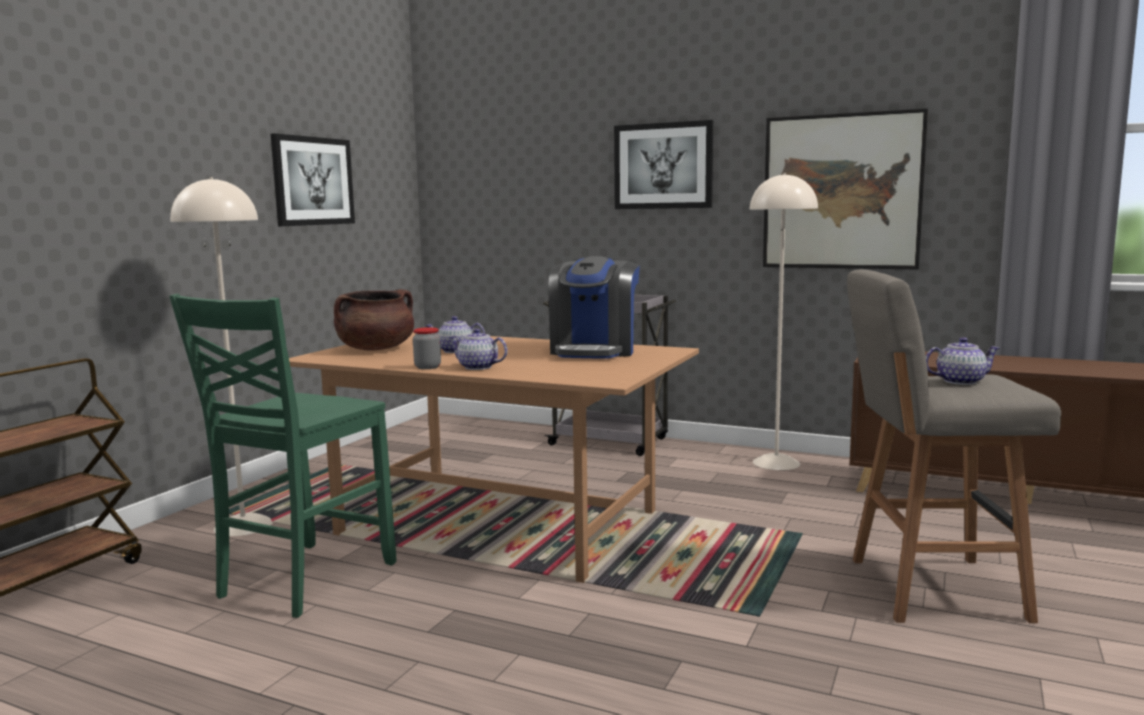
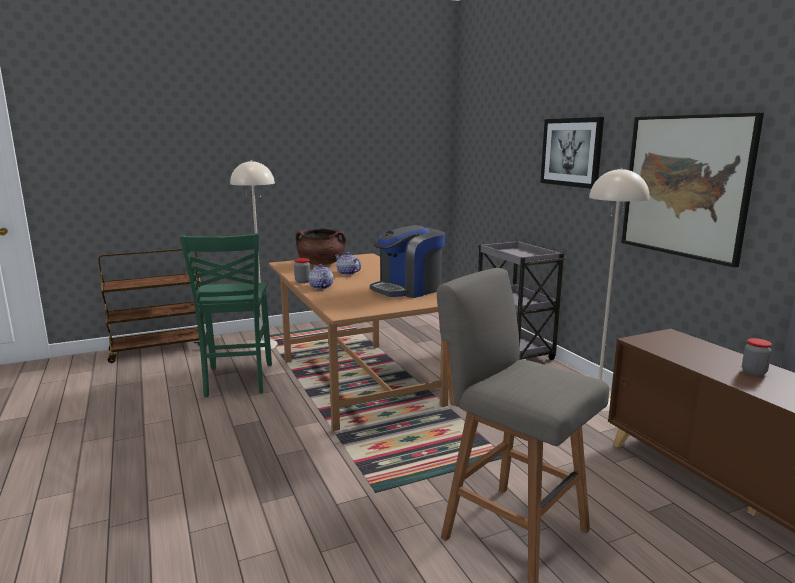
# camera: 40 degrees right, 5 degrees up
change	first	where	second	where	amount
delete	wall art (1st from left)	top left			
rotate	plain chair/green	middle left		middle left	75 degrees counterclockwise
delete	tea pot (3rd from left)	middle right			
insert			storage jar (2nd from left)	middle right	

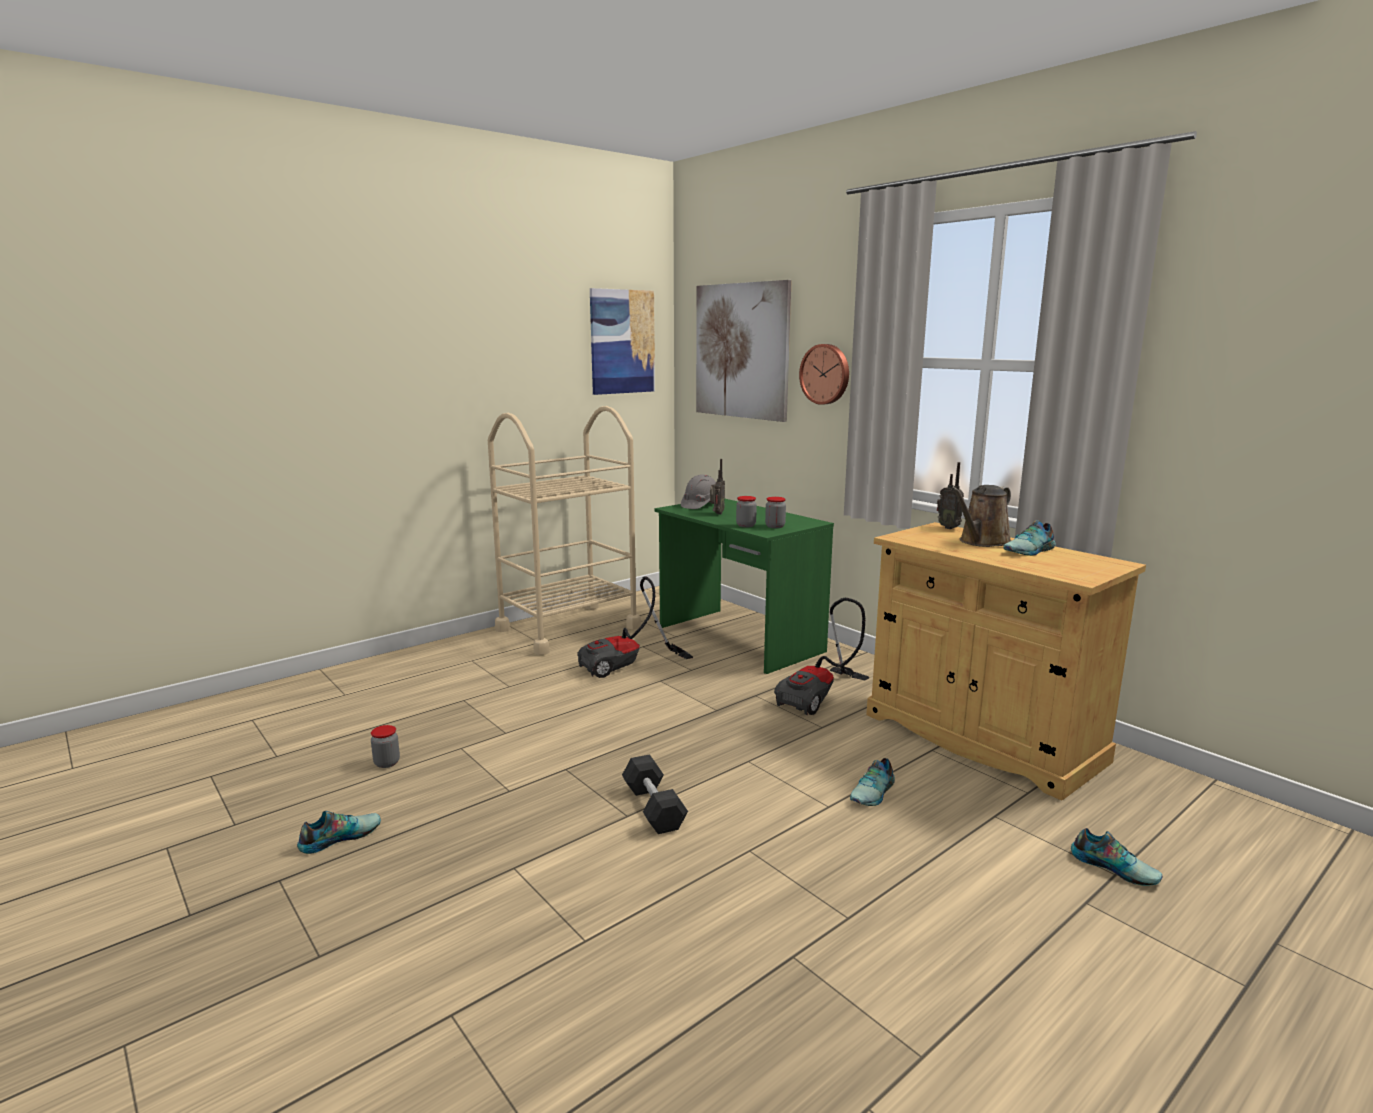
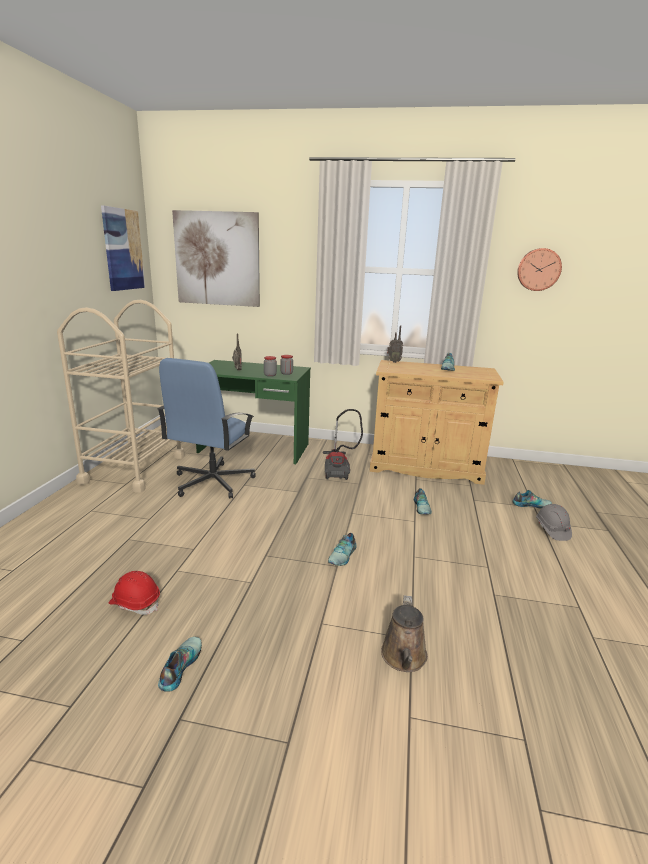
# camera: 40 degrees left, 5 degrees up
change	first	where	second	where	amount
move	hanging clock	centre		top right	
move	work helmet/greyish	centre		middle right	
move	sprinkling can/brownish	middle right		bottom centre	
replace	vacuum cleaner (1st from left)	centre	office chair/blue	middle left	
replace	storage jar (1st from left)	bottom left	work helmet/reddish	bottom left	
replace	hand weight/black	bottom centre	item of footwear (2nd from left)	centre	

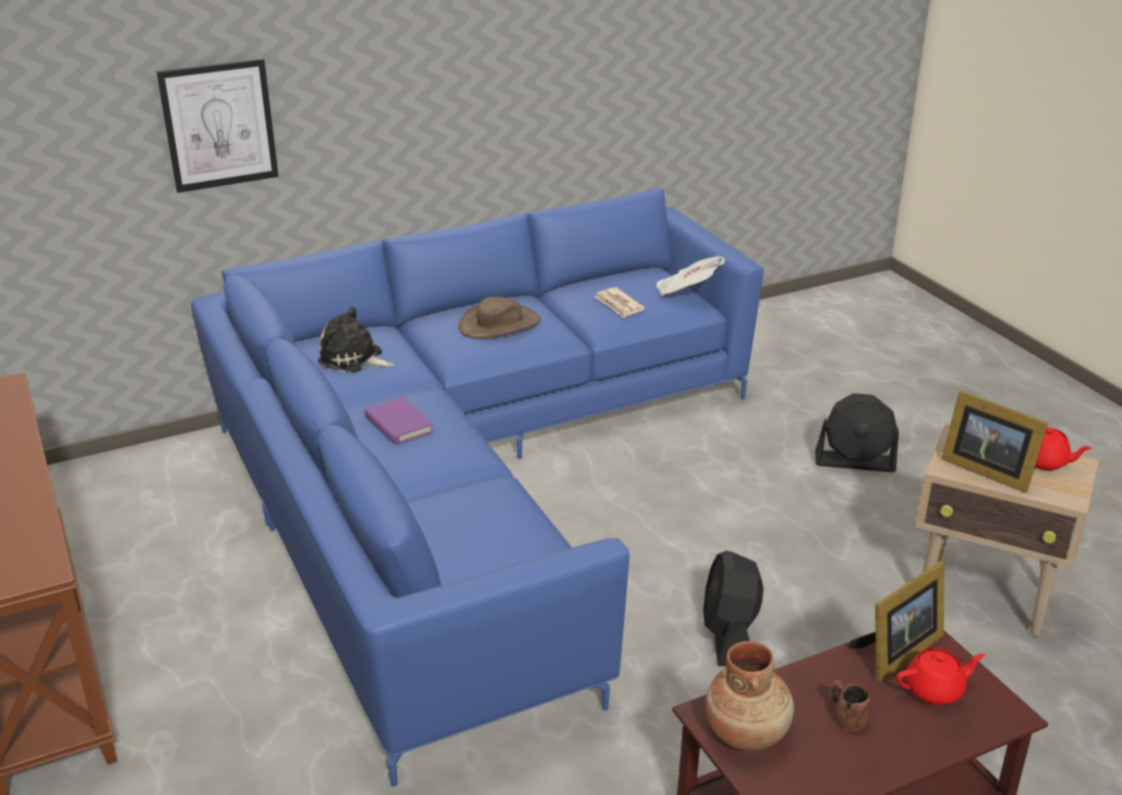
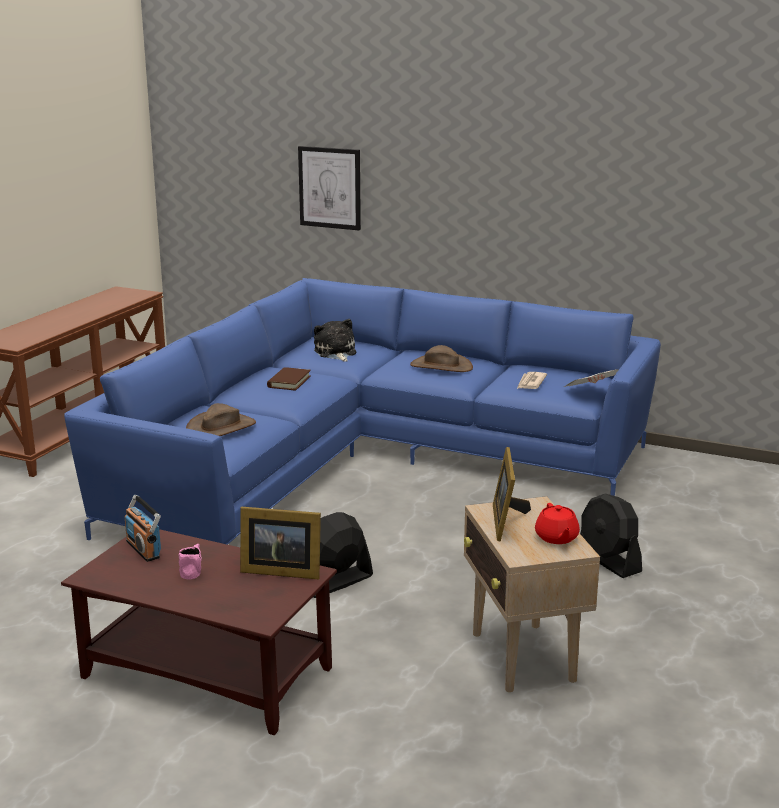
# camera: 50 degrees right, 10 degrees down
change	first	where	second	where	amount
recolor	book/purple-coloured	centre	book/brownish	centre	
replace	vase/brownish	bottom right	radio	middle left	
delete	tea pot/reddish (1st from left)	bottom right			
recolor	tea mug/brownish	bottom right	tea mug/pink	bottom left	
insert			wearable hat/brownish (1st from left)	middle left	

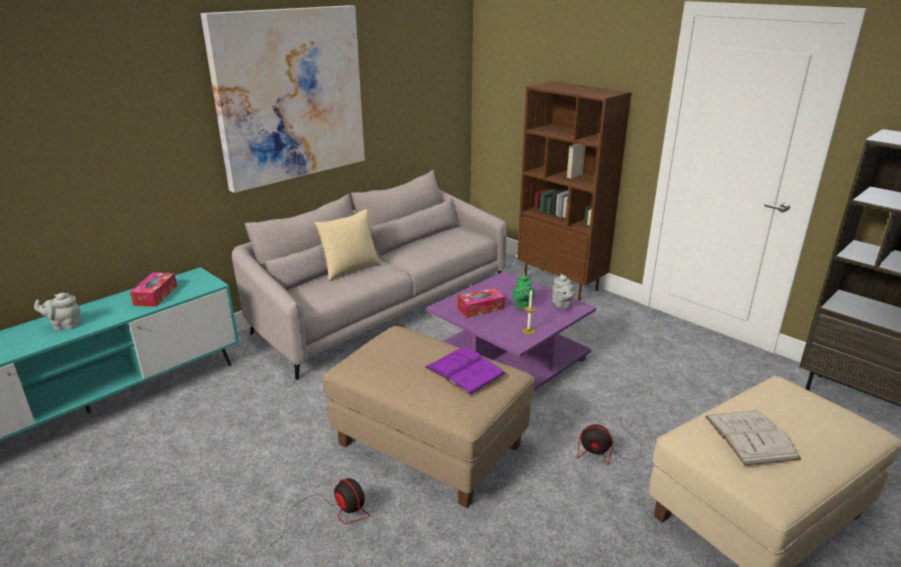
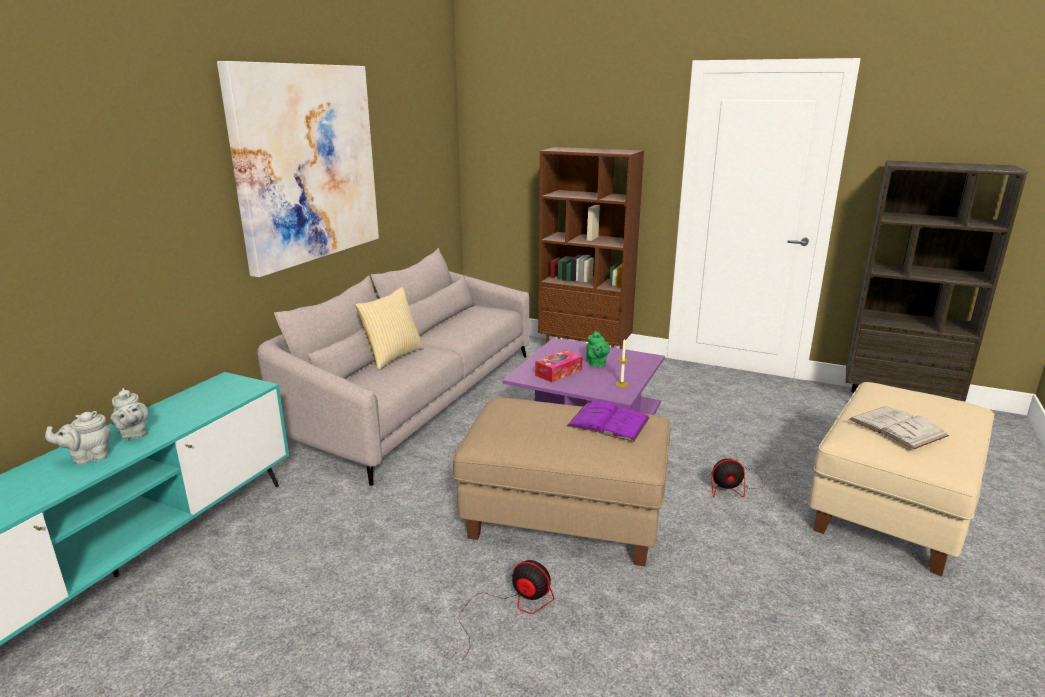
# camera: 20 degrees left, 5 degrees down
change	first	where	second	where	amount
delete	box of tissues (1st from left)	middle left			
move	tea pot/greyish (2nd from left)	centre		middle left	

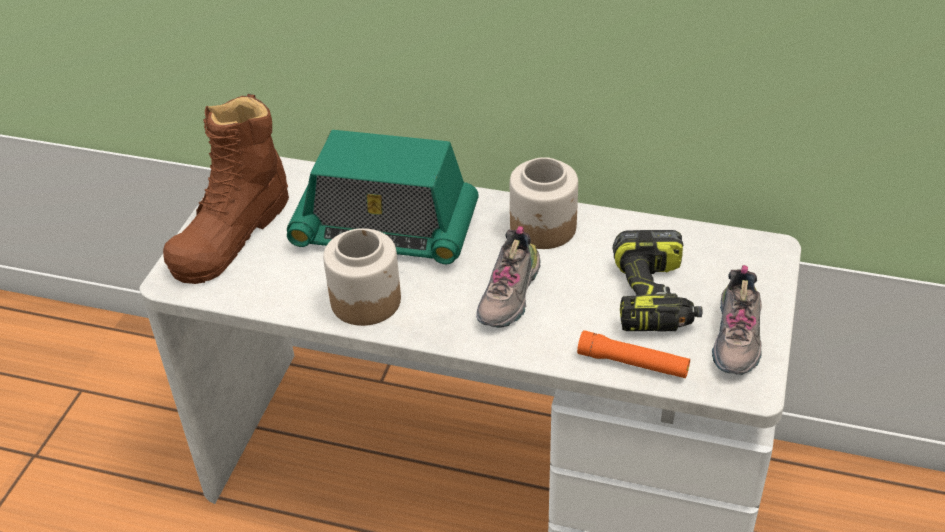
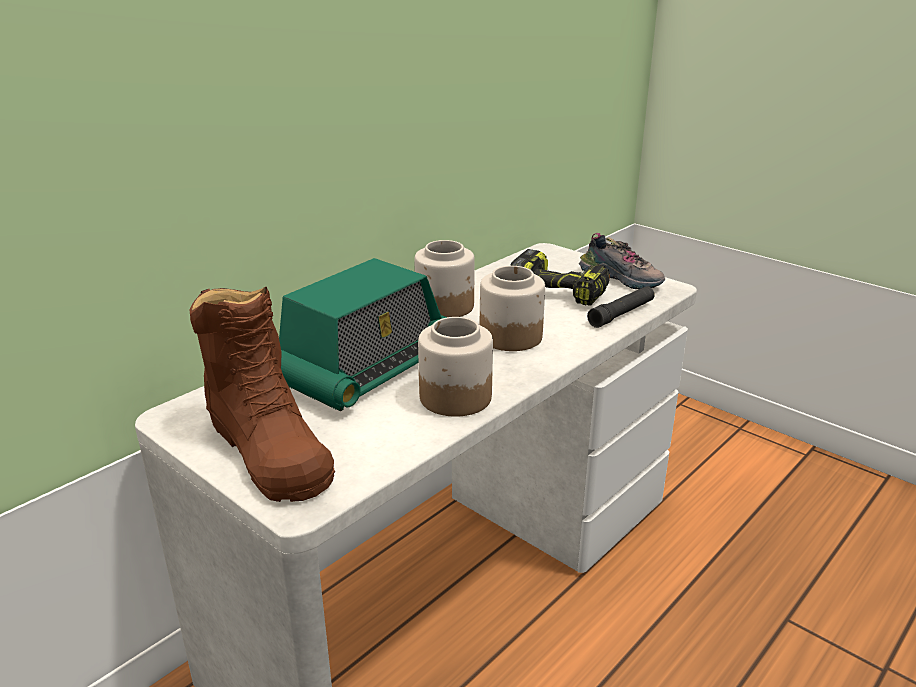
# camera: 65 degrees left, 15 degrees down
change	first	where	second	where	amount
replace	item of footwear (1st from left)	centre	storage jar (3rd from left)	centre	
recolor	hand torch/orange	middle right	hand torch/black	middle right	

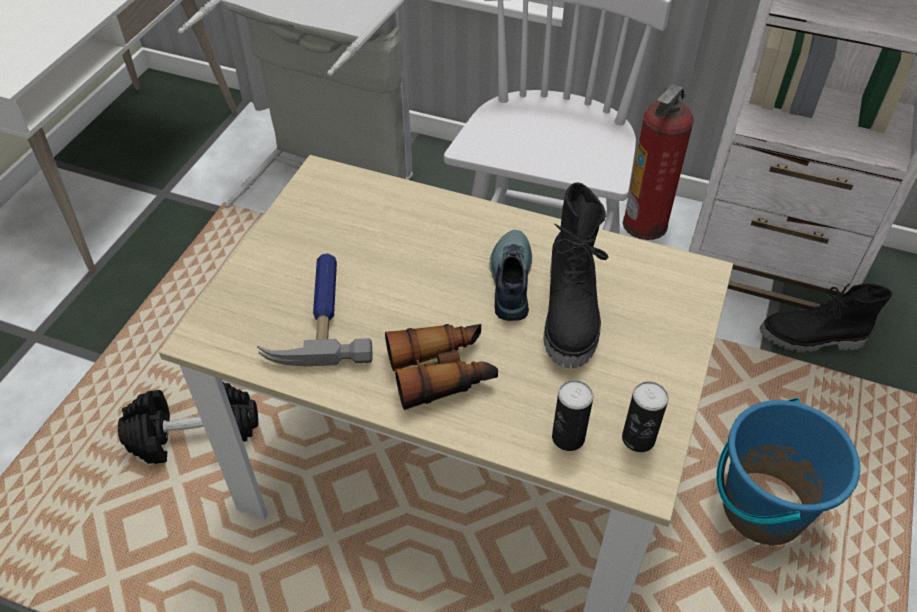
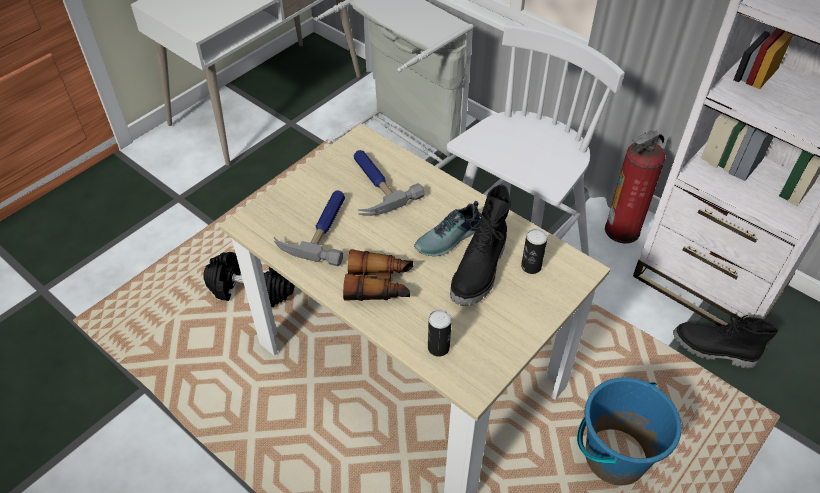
# camera: 20 degrees right, 0 degrees up
change	first	where	second	where	amount
rotate	item of footwear	centre		centre	150 degrees counterclockwise
move	can (2nd from left)	bottom right		centre	
insert			tool hammer (2nd from left)	centre	

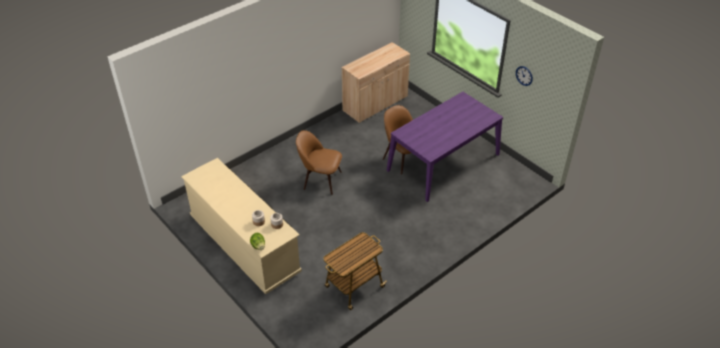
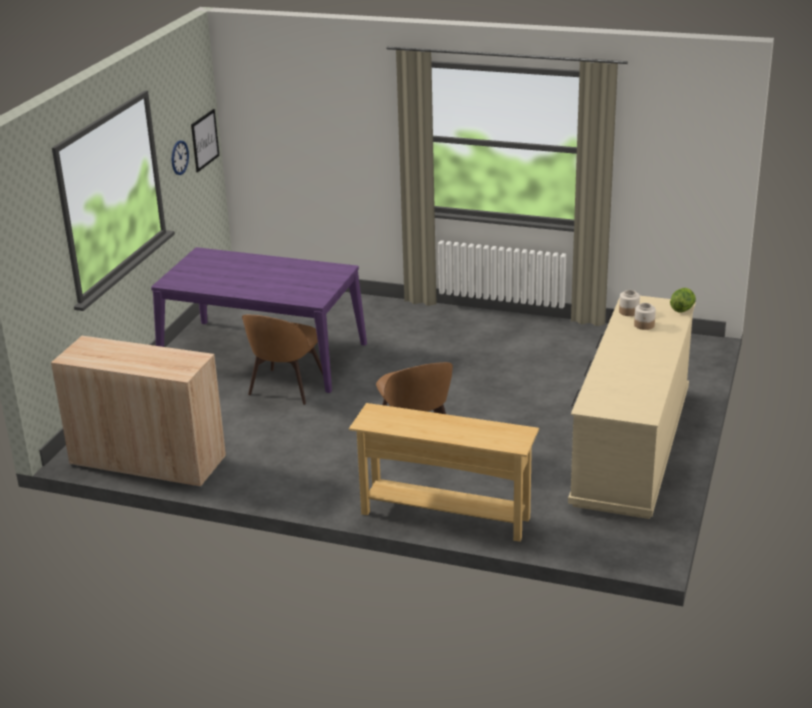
# camera: 120 degrees left, 15 degrees down
change	first	where	second	where	amount
delete	trolley	bottom centre			
insert			wall art	top left	
insert			narrow table/beige	bottom centre	

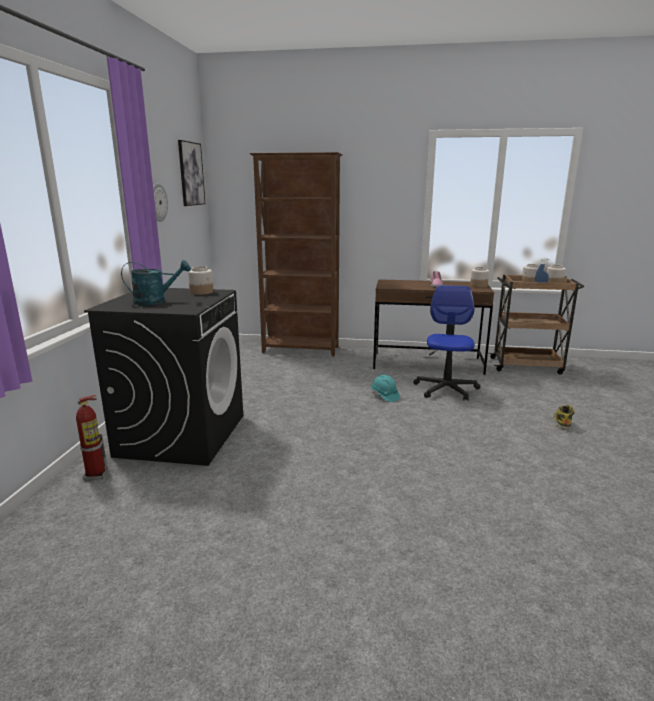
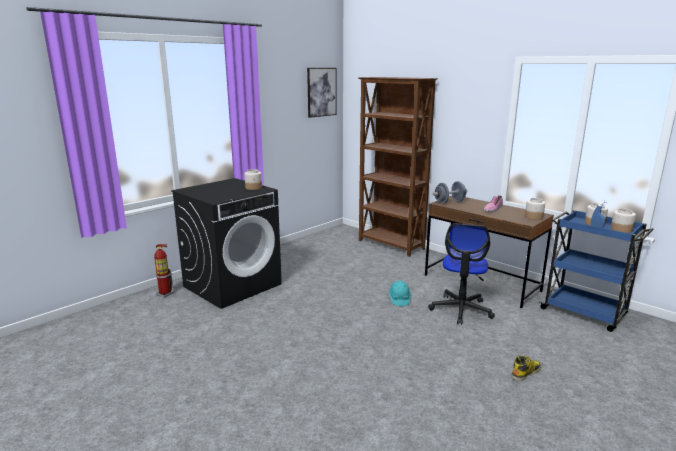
# camera: 35 degrees right, 0 degrees up
change	first	where	second	where	amount
delete	hanging clock	top left			
delete	sprinkling can/turquoise-coloured	middle left			
recolor	trolley/brownish	middle right	trolley/blue	middle right	
rotate	office chair	middle right		middle right	150 degrees clockwise
insert			hand weight/greyish	centre	

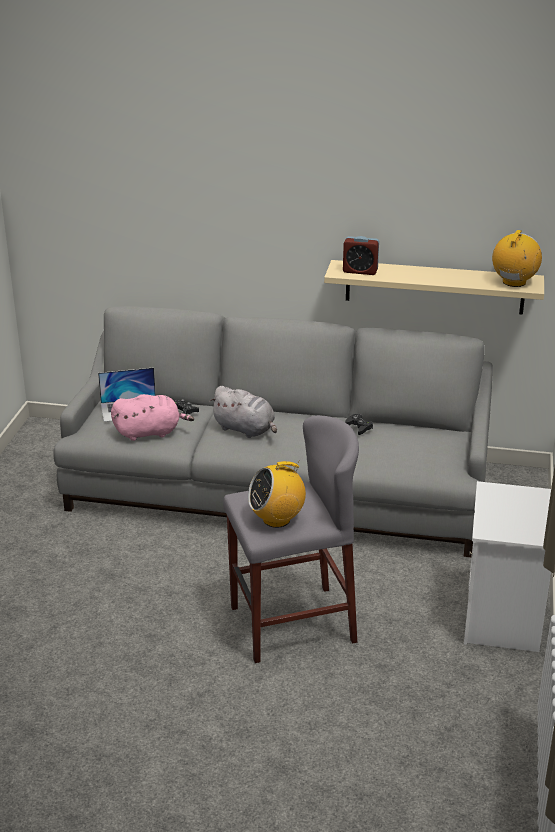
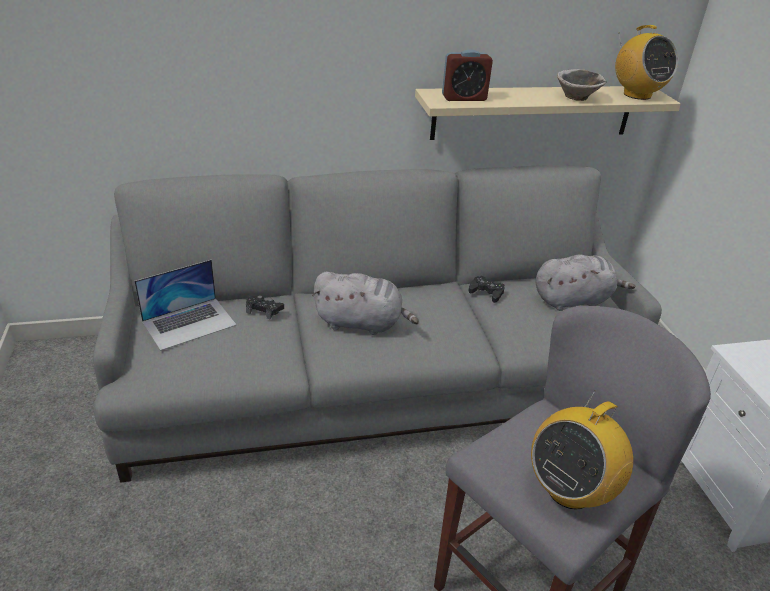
# camera: 25 degrees left, 5 degrees up
change	first	where	second	where	amount
rotate	radio (2nd from left)	top right		top right	150 degrees clockwise
delete	soft toy/pink	middle left			
insert			deep dish	top right	
insert			soft toy/greyish (2nd from left)	middle right	

